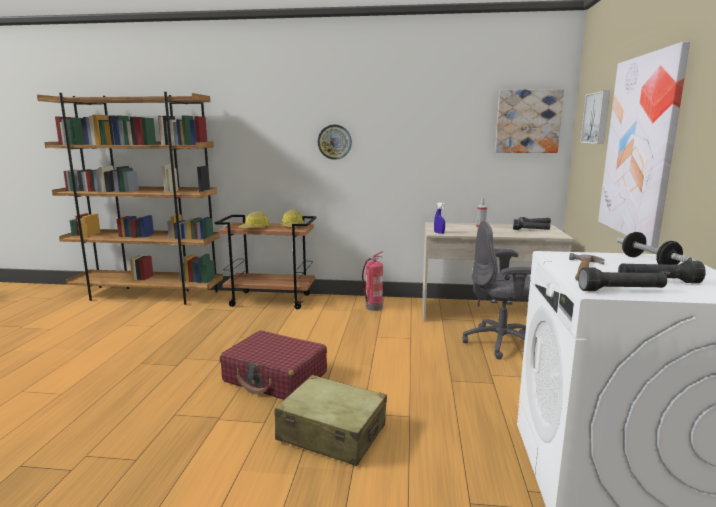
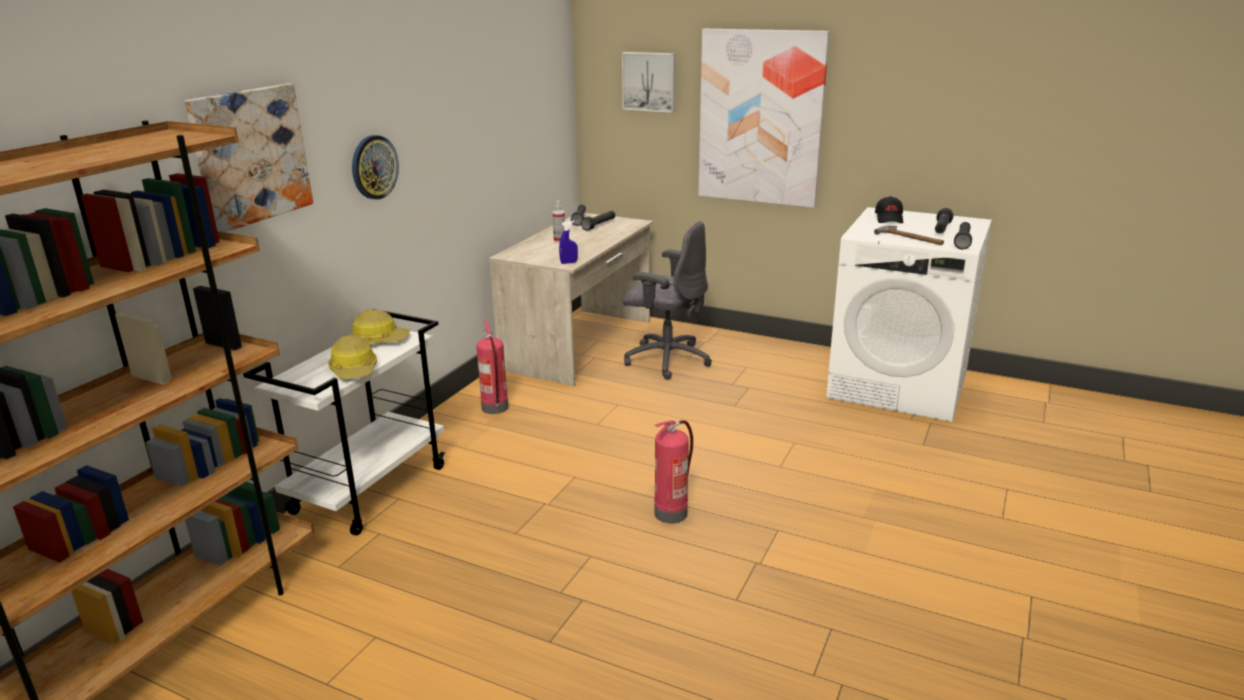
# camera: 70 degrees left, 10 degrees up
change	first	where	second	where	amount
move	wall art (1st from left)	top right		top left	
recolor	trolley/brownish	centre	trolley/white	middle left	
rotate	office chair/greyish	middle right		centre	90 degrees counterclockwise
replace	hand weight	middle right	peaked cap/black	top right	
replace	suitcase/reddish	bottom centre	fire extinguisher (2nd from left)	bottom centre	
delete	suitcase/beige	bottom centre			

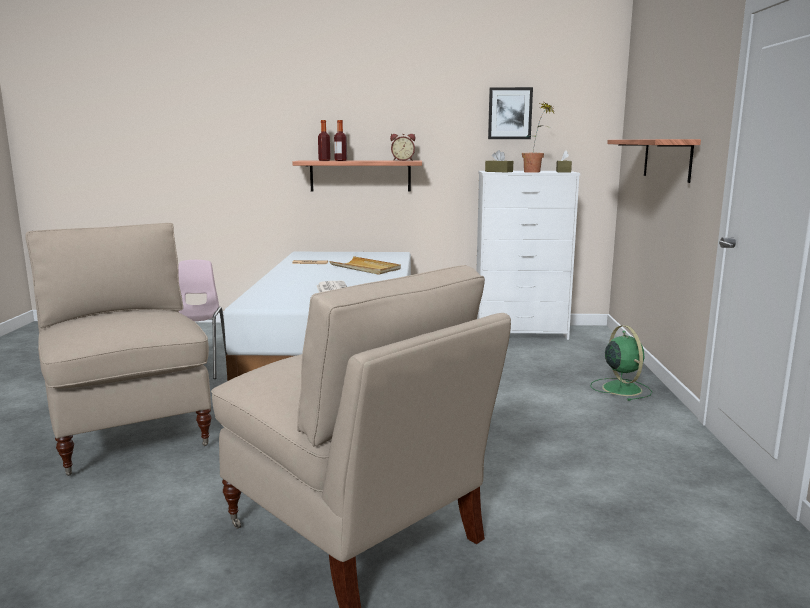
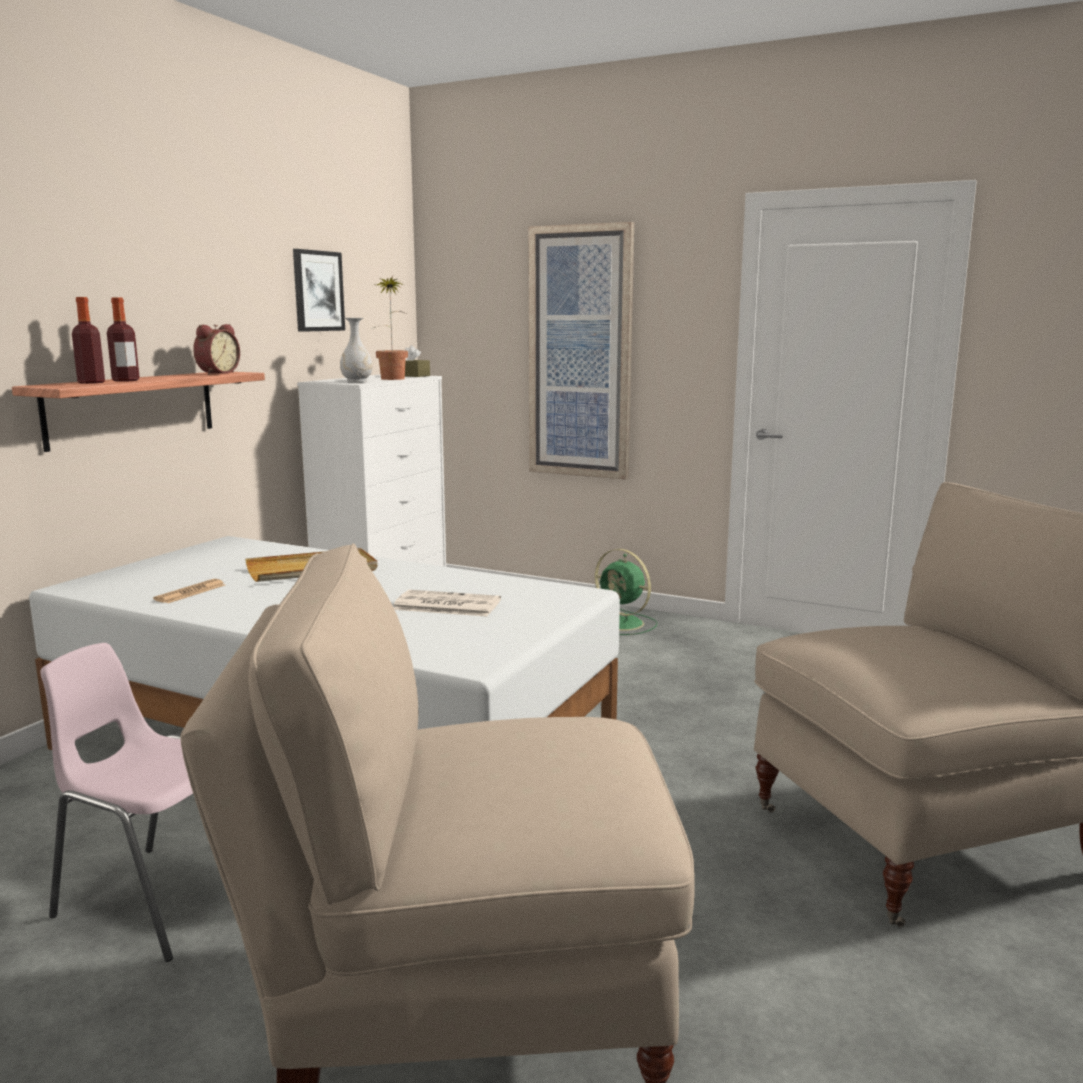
# camera: 65 degrees left, 0 degrees up
change	first	where	second	where	amount
replace	bracket shelf (2nd from left)	top right	wall art (2nd from left)	top centre	
replace	box of tissues/brownish (1st from left)	top centre	vase/white	top left	
rotate	cooling fan/green	middle right		centre	150 degrees counterclockwise

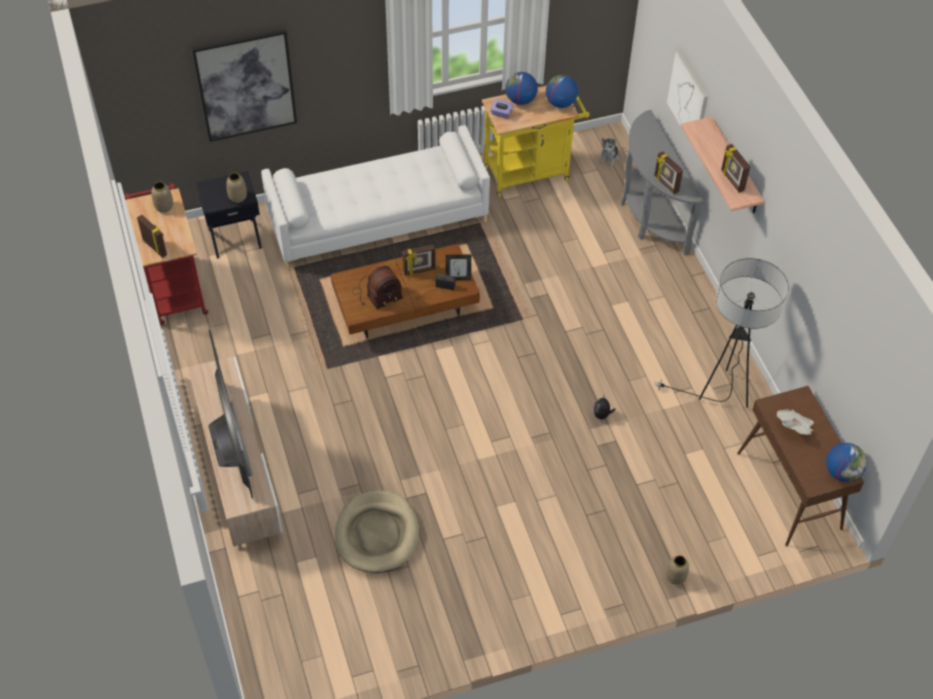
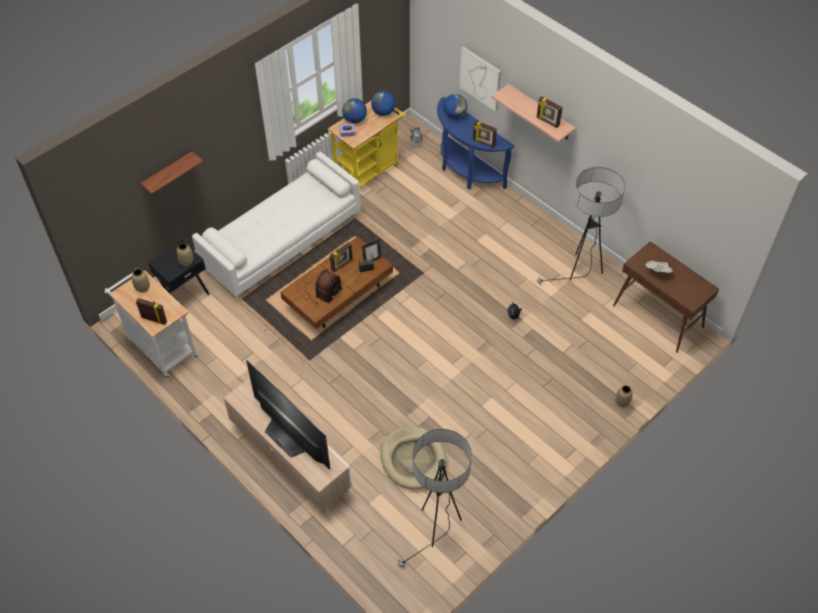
# camera: 25 degrees left, 0 degrees up
change	first	where	second	where	amount
replace	wall art (1st from left)	top left	bracket shelf (1st from left)	top left	
recolor	narrow table/greyish	top right	narrow table/blue	top centre	
recolor	trolley/reddish	middle left	trolley/white	middle left	
move	world globe (3rd from left)	middle right		top centre	
insert			standard lamp (1st from left)	bottom centre	

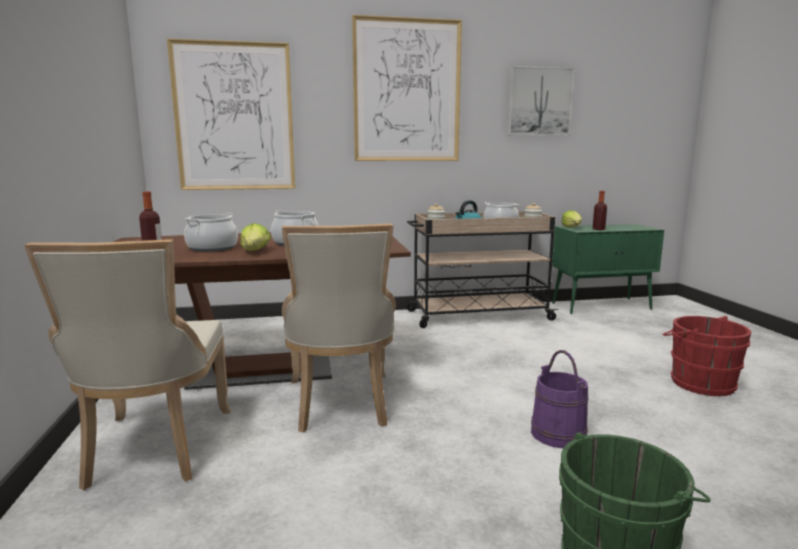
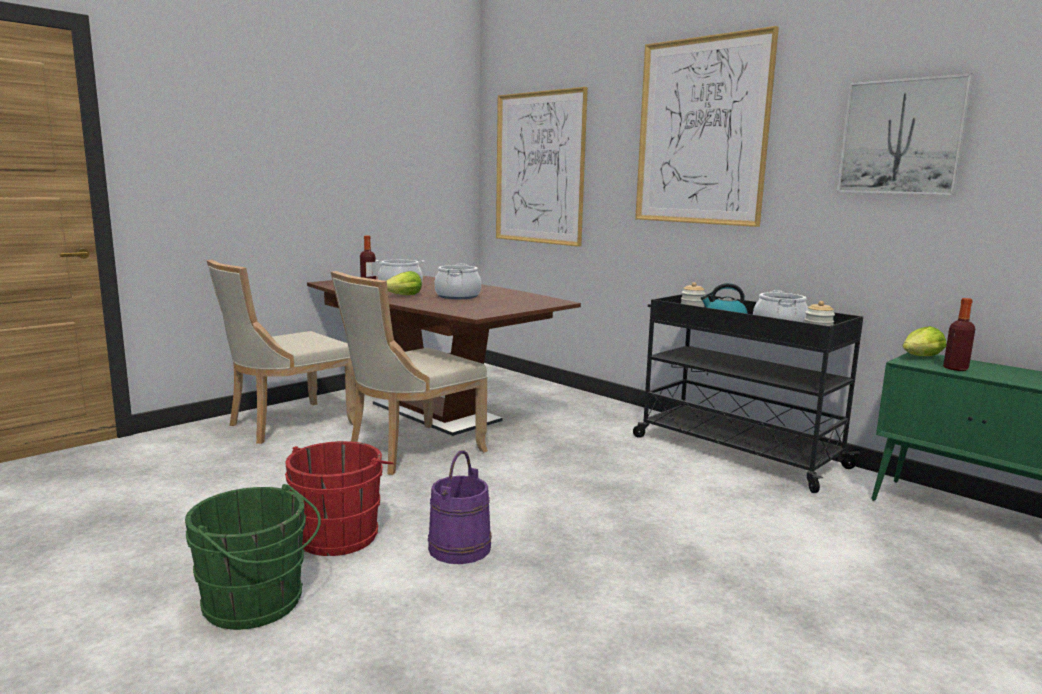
# camera: 55 degrees right, 0 degrees up
change	first	where	second	where	amount
recolor	trolley/beige	centre	trolley/black	middle right	
move	pail/reddish	middle right		bottom left	

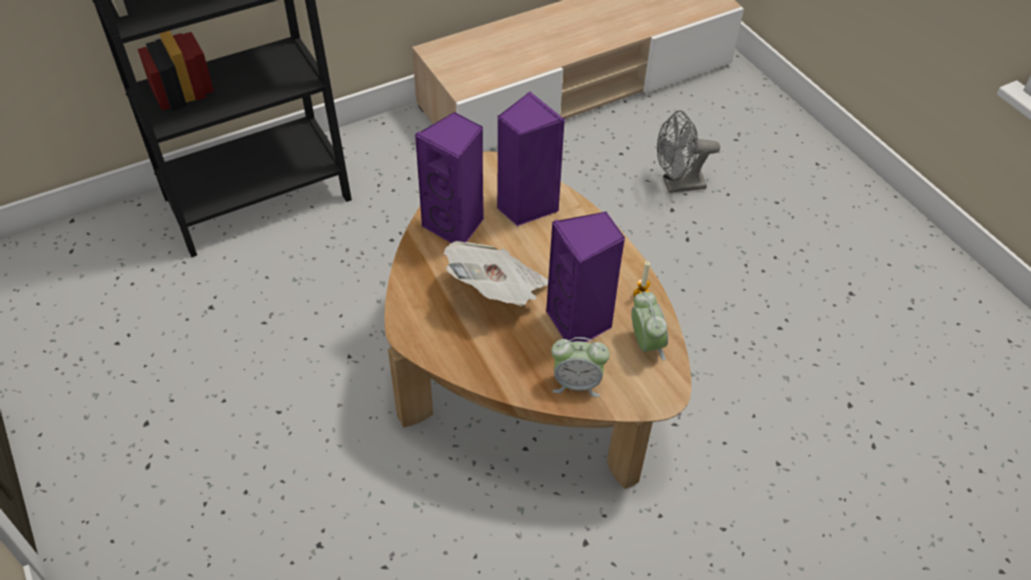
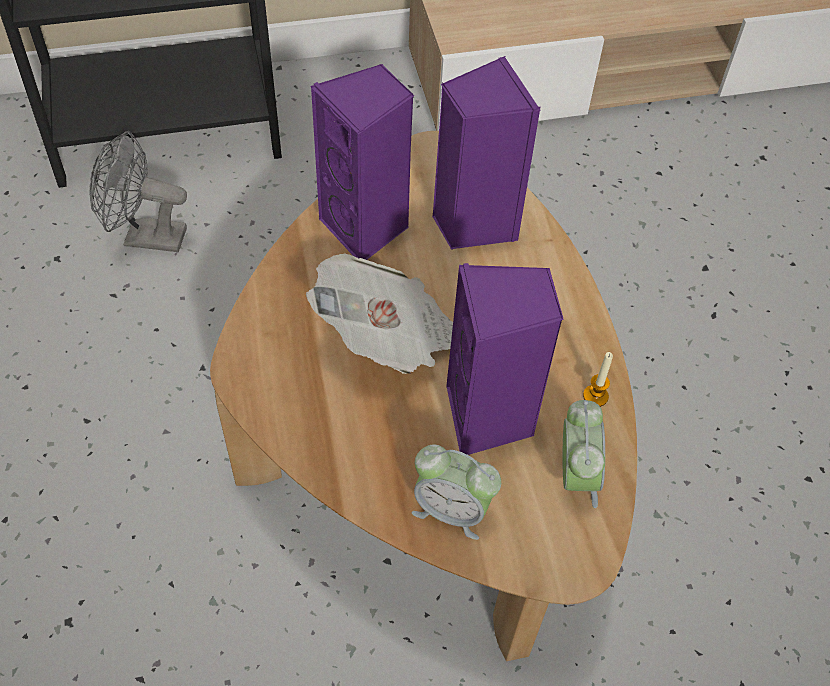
# camera: 15 degrees right, 5 degrees up
change	first	where	second	where	amount
move	cooling fan/greyish	top right		top left	

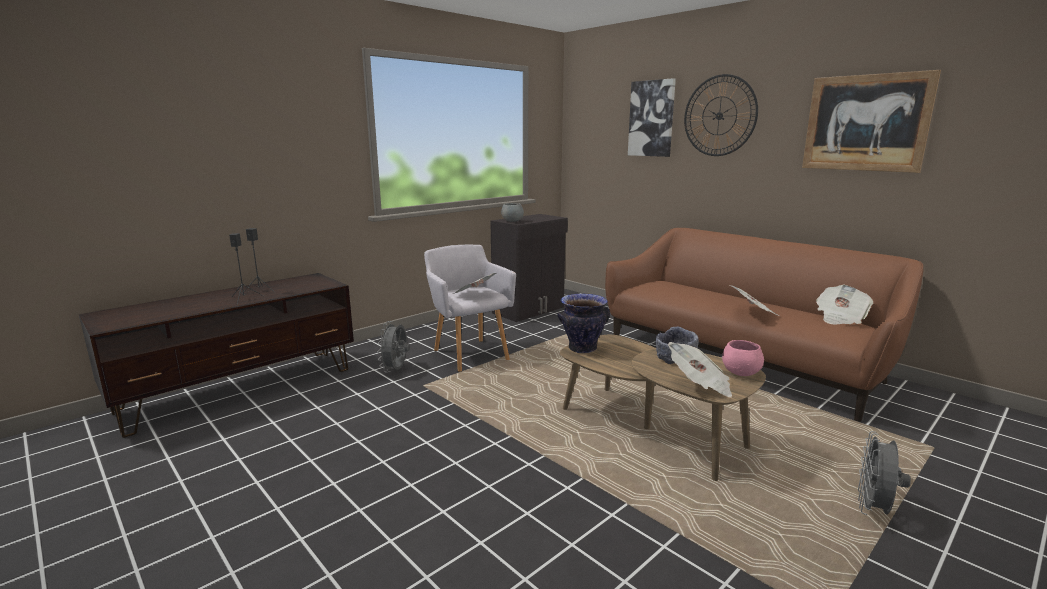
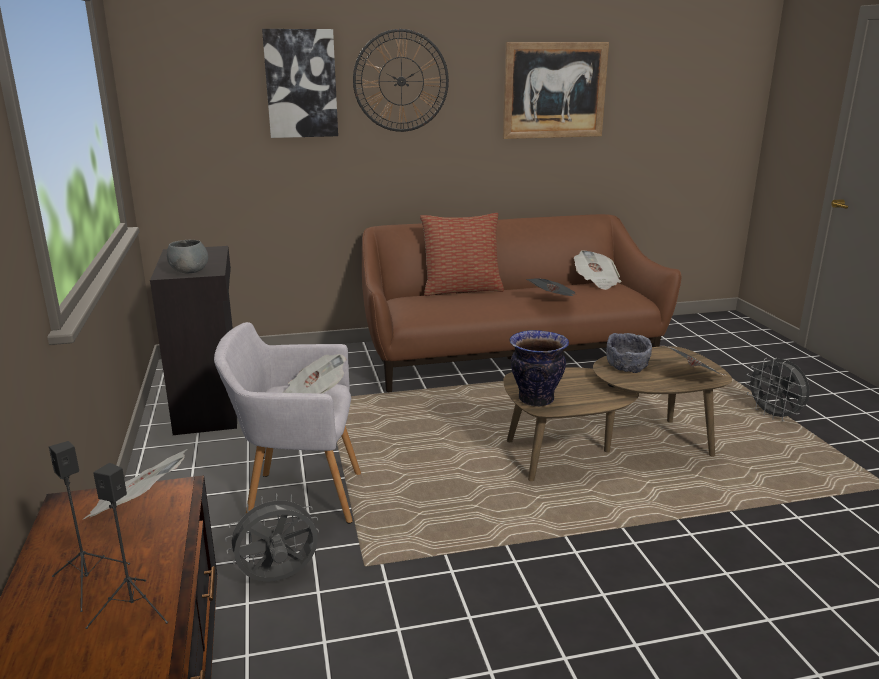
# camera: 60 degrees left, 5 degrees up
change	first	where	second	where	amount
rotate	cooling fan/greyish (1st from left)	centre		bottom left	120 degrees clockwise
delete	deep dish/pink	middle right			
insert			throw pillow	centre	
insert			newspaper (1st from left)	bottom left	

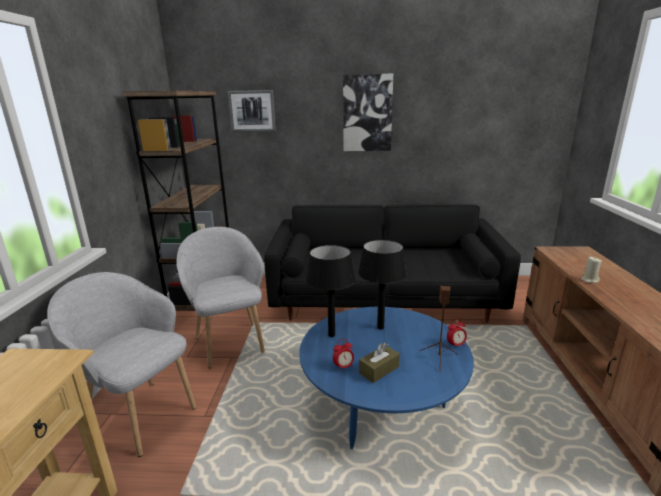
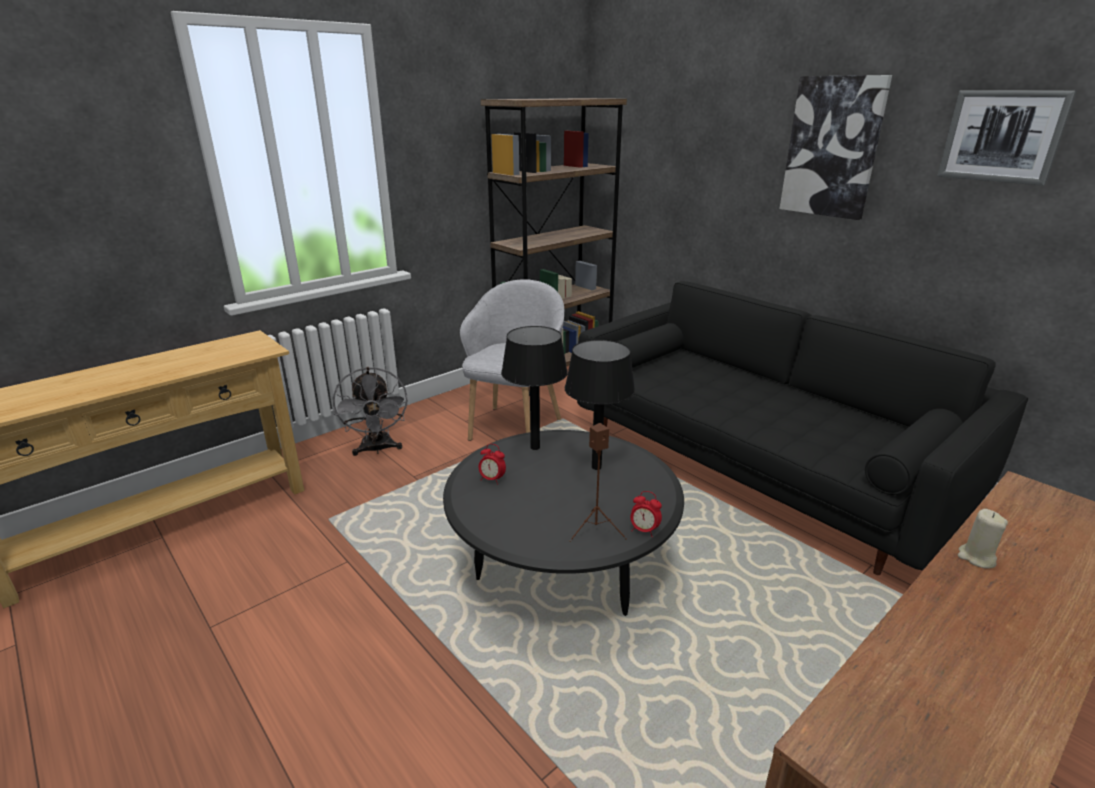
# camera: 45 degrees right, 5 degrees up
change	first	where	second	where	amount
move	wall art (1st from left in the first image)	top centre	wall art (2nd from left)	top right	
replace	armchair/greyish (1st from left)	bottom left	cooling fan/greyish	centre	
recolor	low table/blue	bottom centre	low table/black	centre	
delete	box of tissues/brownish	bottom centre			

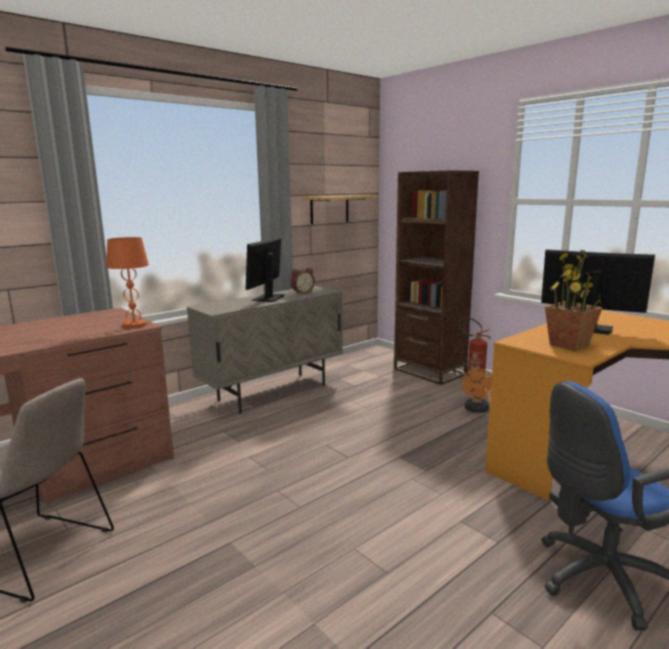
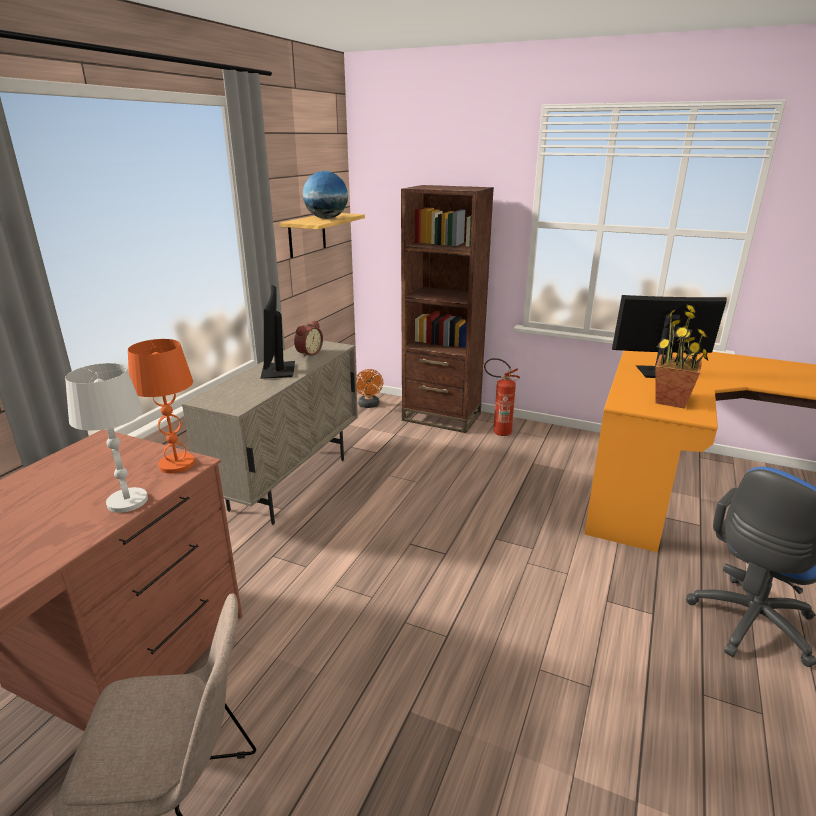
# camera: 25 degrees left, 10 degrees up
change	first	where	second	where	amount
move	cooling fan/orange	middle right		centre	
insert			world globe	top centre	
insert			lamp for a table/white	middle left	

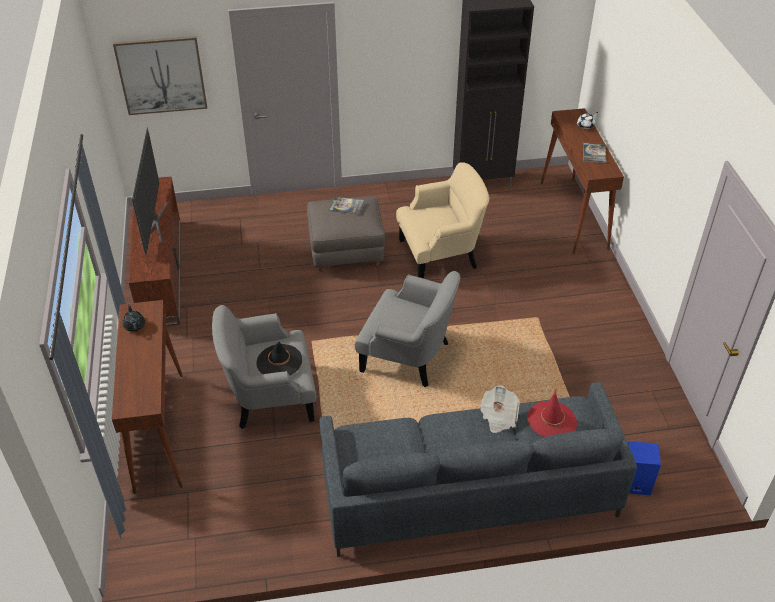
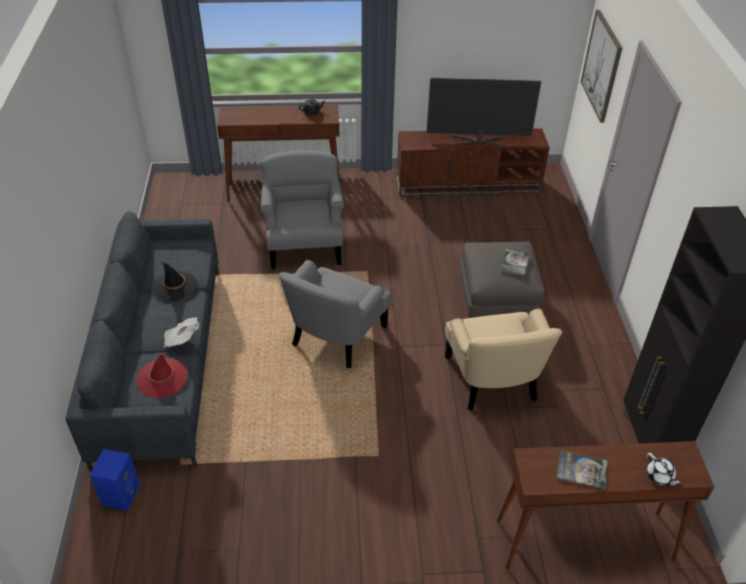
# camera: 95 degrees right, 0 degrees up
change	first	where	second	where	amount
move	wearable hat/black	centre		middle left	

